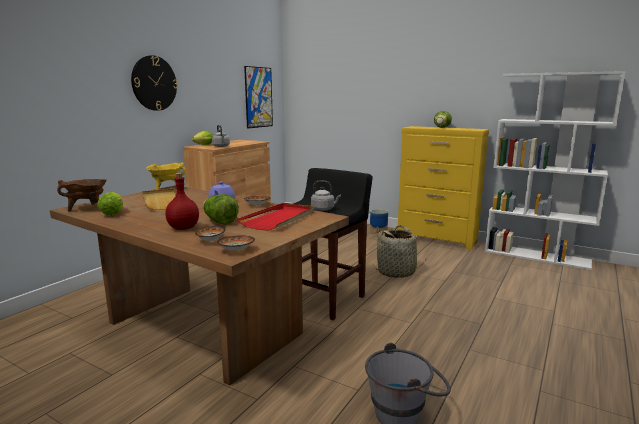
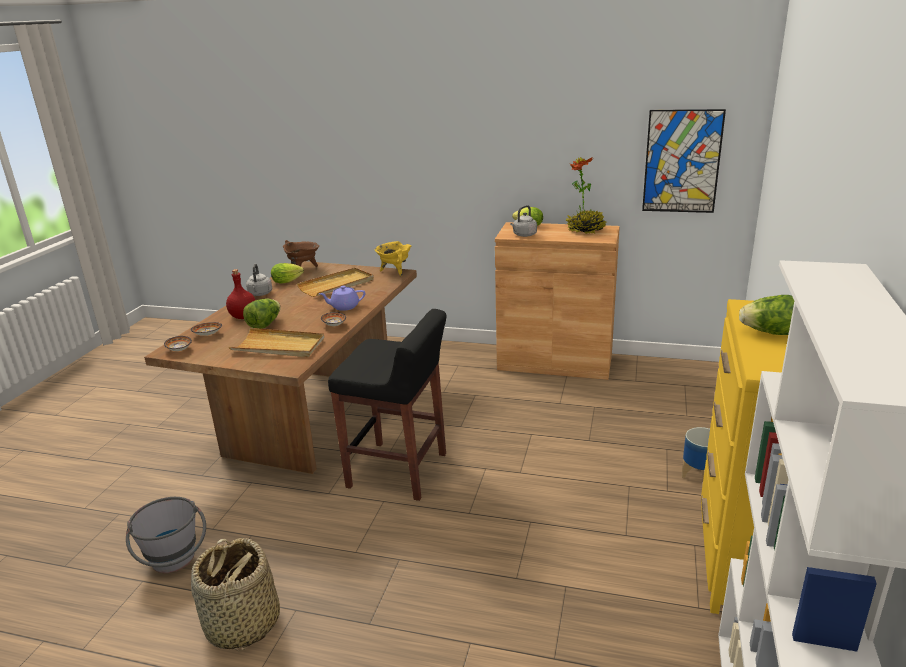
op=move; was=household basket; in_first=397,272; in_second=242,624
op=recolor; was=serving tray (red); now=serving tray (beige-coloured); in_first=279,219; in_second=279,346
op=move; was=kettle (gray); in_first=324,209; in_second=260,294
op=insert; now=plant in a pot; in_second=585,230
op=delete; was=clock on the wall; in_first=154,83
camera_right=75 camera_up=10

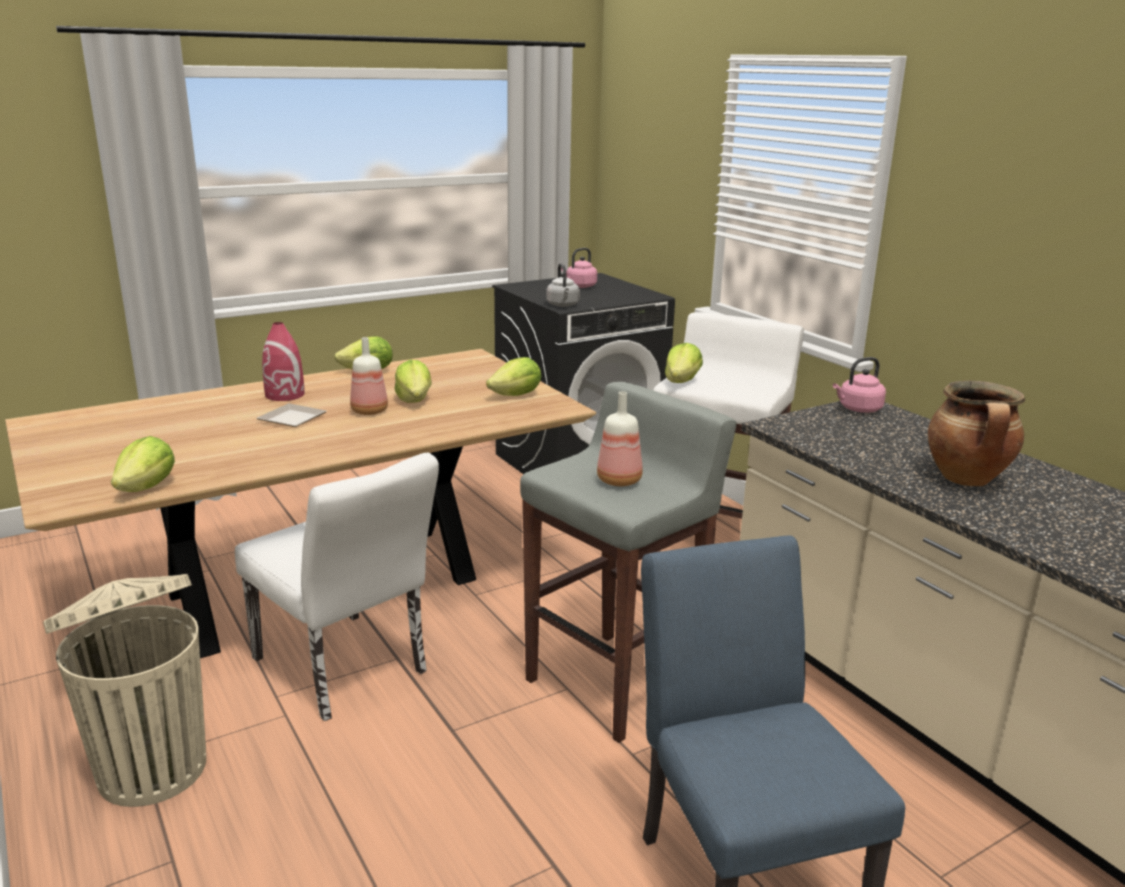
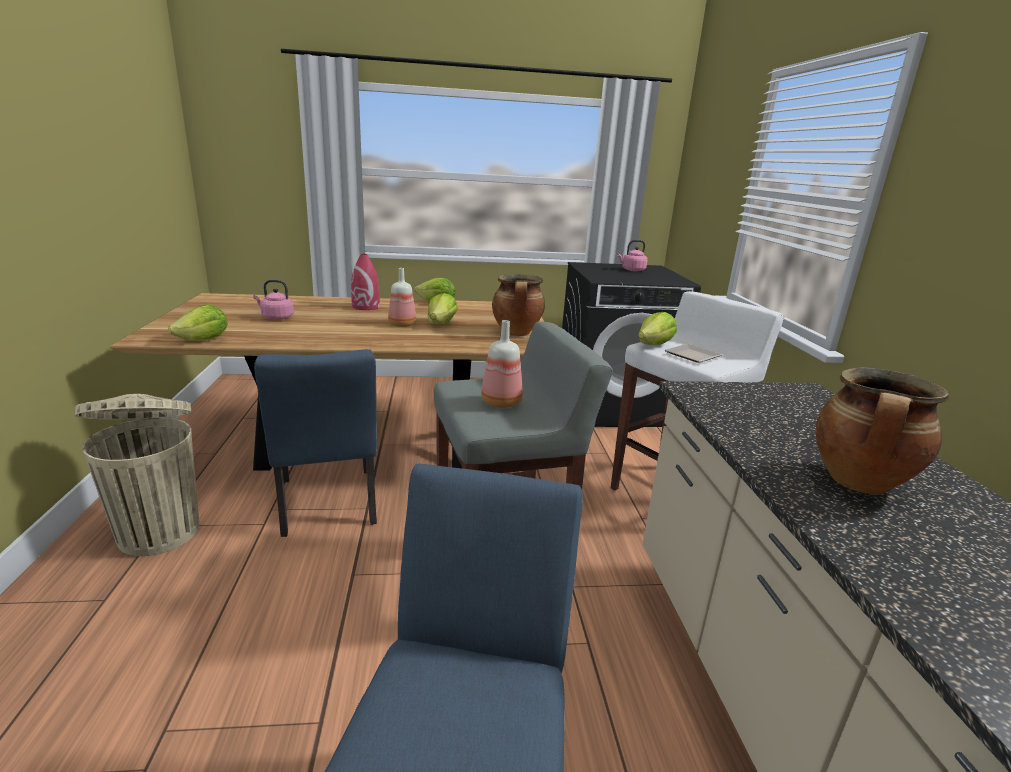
op=move; was=kettle (pink-coloured); in_first=858,409; in_second=276,317
op=recolor; was=upright chair (white-coloured); now=upright chair (blue-coloured); in_first=347,671; in_second=328,507
op=replace; was=lettuce; now=saucepot; in_first=516,395; in_second=517,333
op=move; was=flat dish; in_first=295,418; in_second=694,356
op=delete; was=kettle (gray); in_first=563,305
camera_right=25 camera_up=0

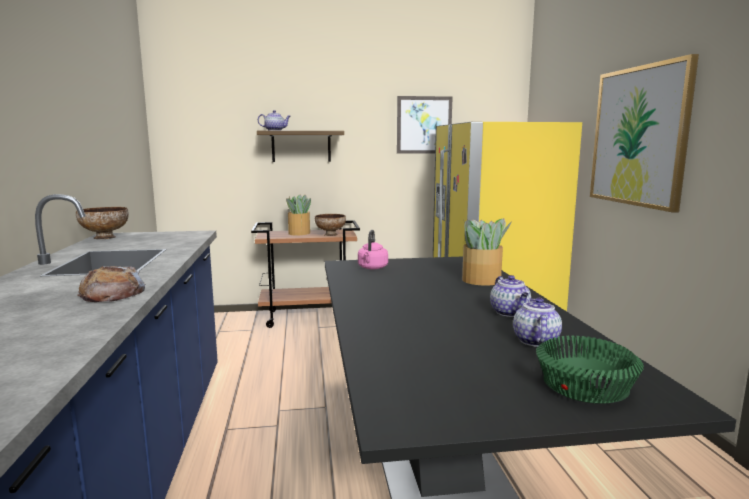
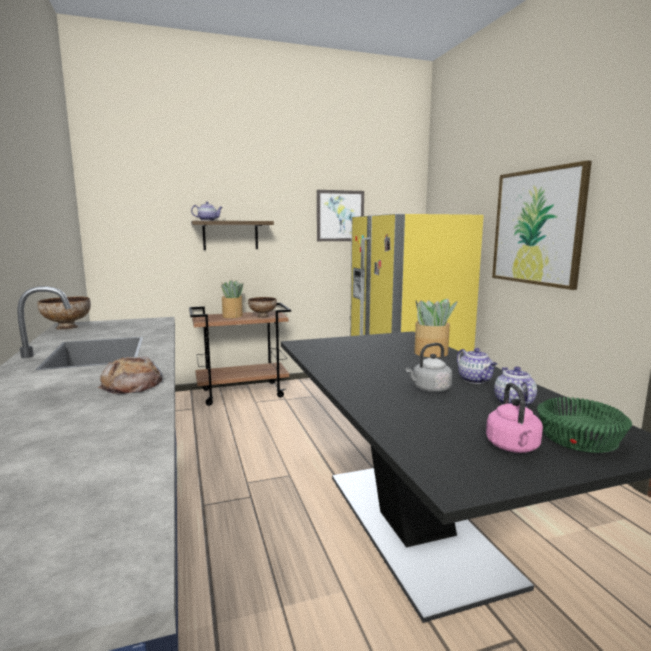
op=insert; now=kettle (gray); in_second=429,389
op=move; was=kettle (pink-coloured); in_first=372,268; in_second=513,447
camera_right=-10 camera_up=0

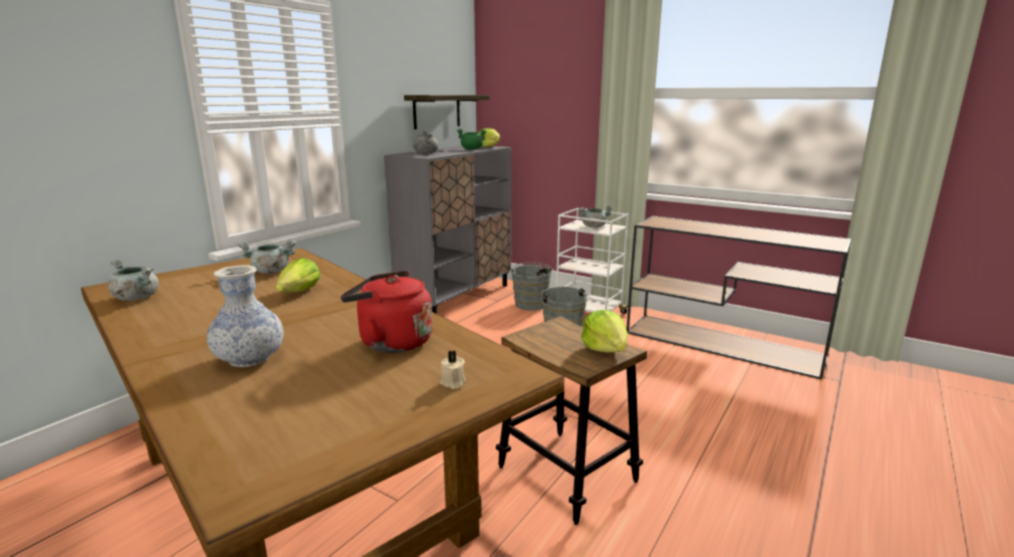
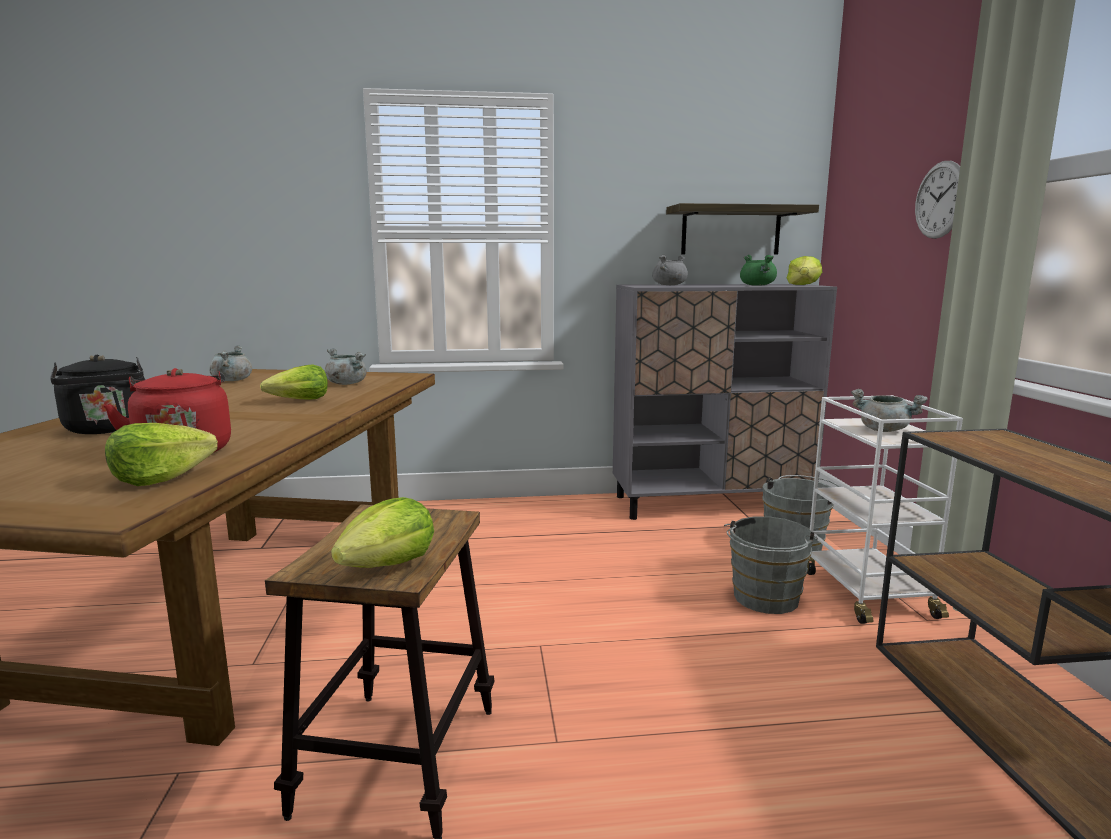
op=replace; was=decorative vase; now=kettle (blackish); in_first=249,359; in_second=109,429
op=insert; now=lettuce; in_second=160,478
op=insert; now=clock on the wall; in_second=940,200
op=delete; was=candle (beige-coloured); in_first=453,383
camera_right=50 camera_up=-5

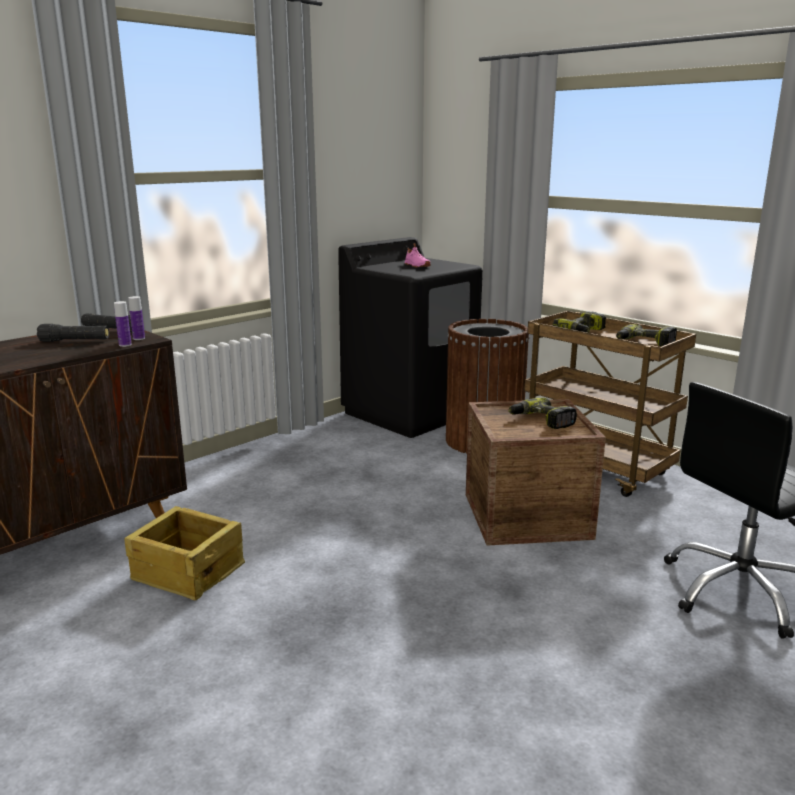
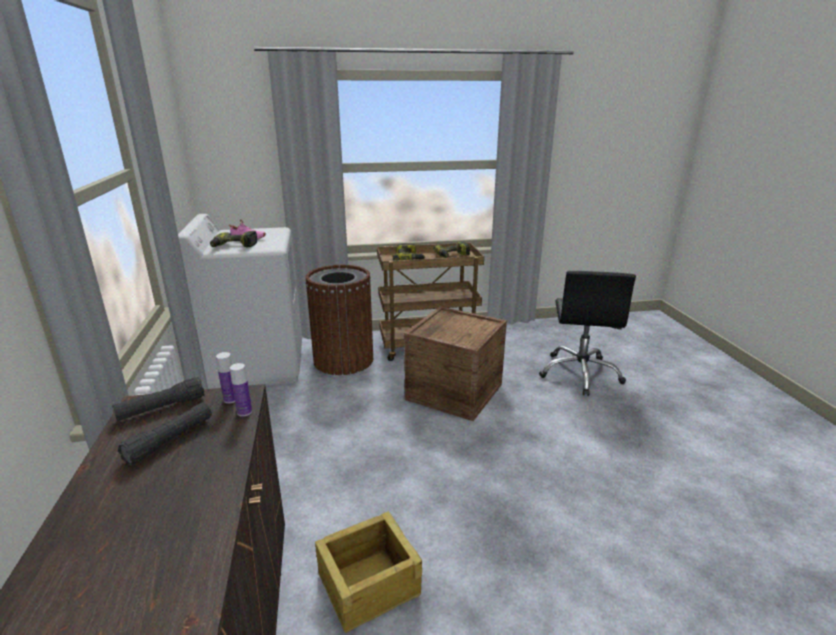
op=recolor; was=laundry appliance (blackish); now=laundry appliance (white-coloured); in_first=410,413; in_second=257,365
op=move; was=power drill; in_first=541,421; in_second=234,246
camera_right=-55 camera_up=5

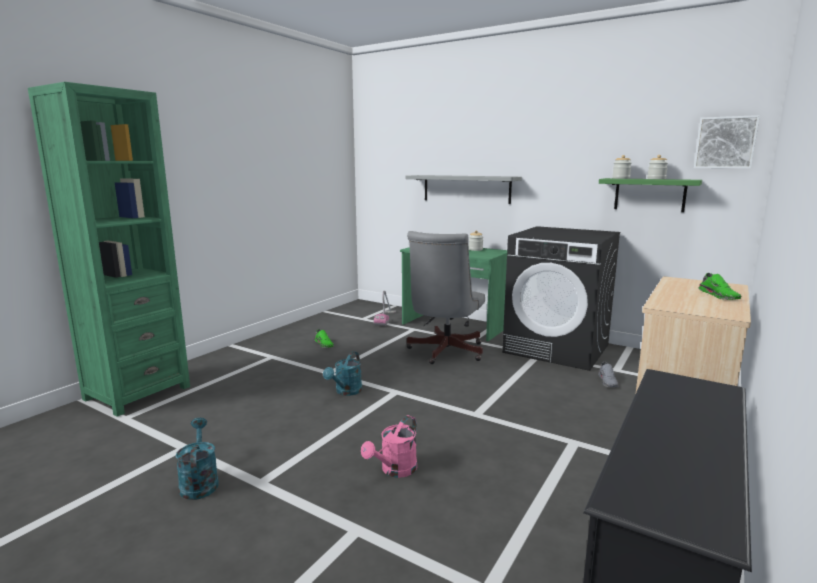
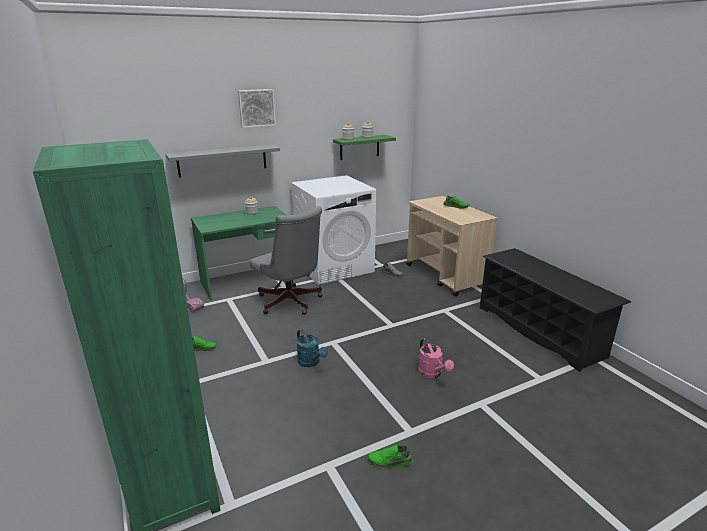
op=move; was=wall picture; in_first=725,142; in_second=256,108
op=recolor; was=laundry appliance (blackish); now=laundry appliance (white-coloured); in_first=557,349; in_second=334,267
op=replace; was=sprinkling can (turquoise-coloured); now=item of footwear (green-coloured); in_first=199,482; in_second=390,462
camera_right=-60 camera_up=10

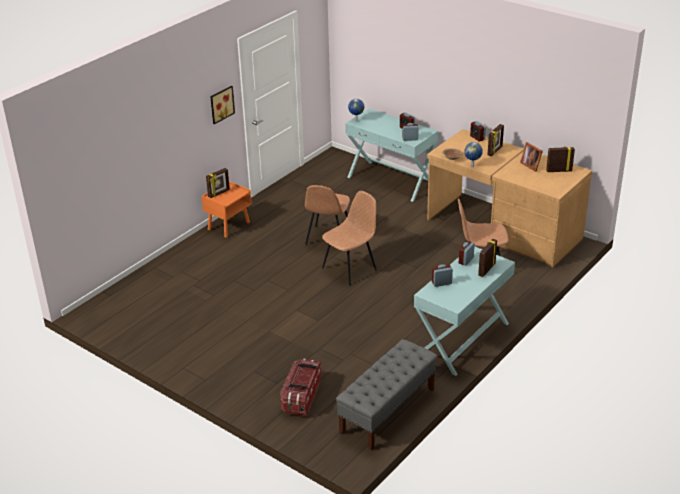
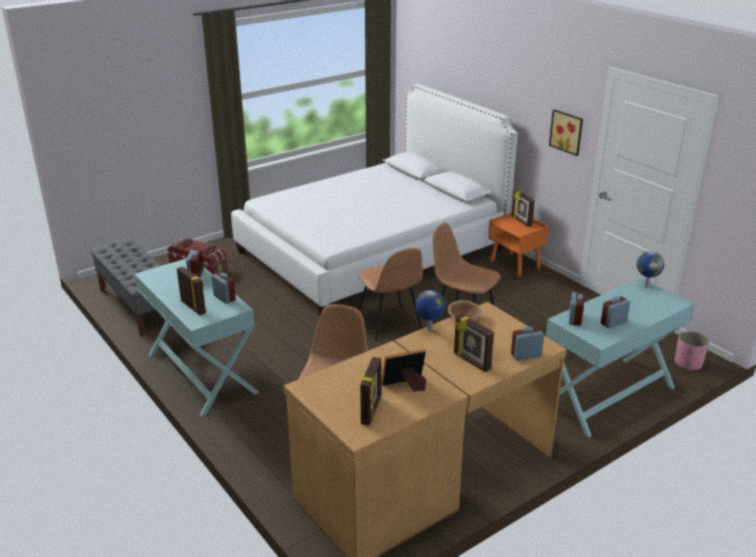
op=insert; now=bedroom bed (white-coloured); in_second=372,251
op=insert; now=planter (pink-coloured); in_second=688,363
camera_right=105 camera_up=-5

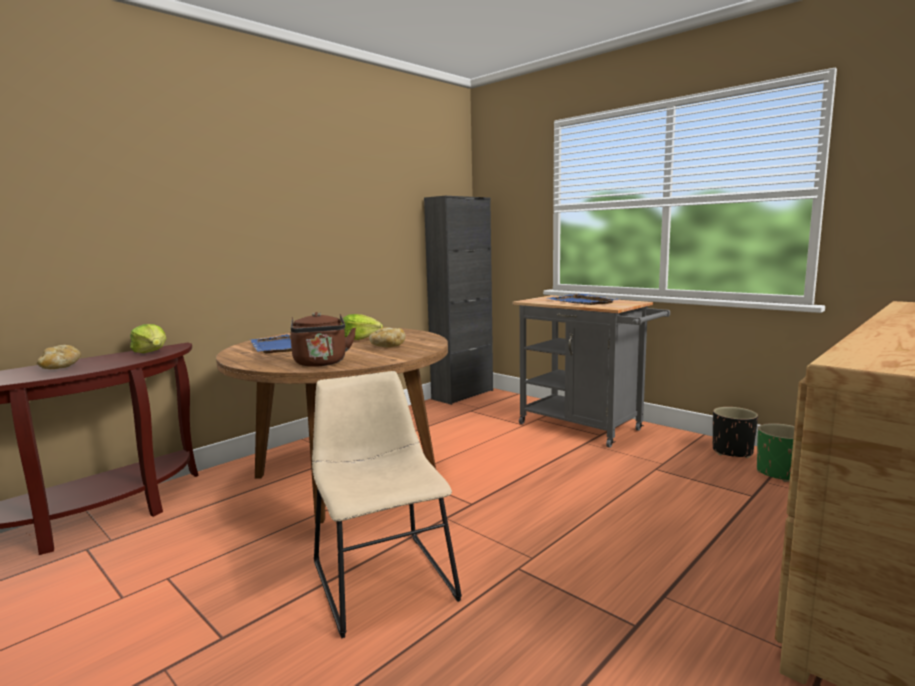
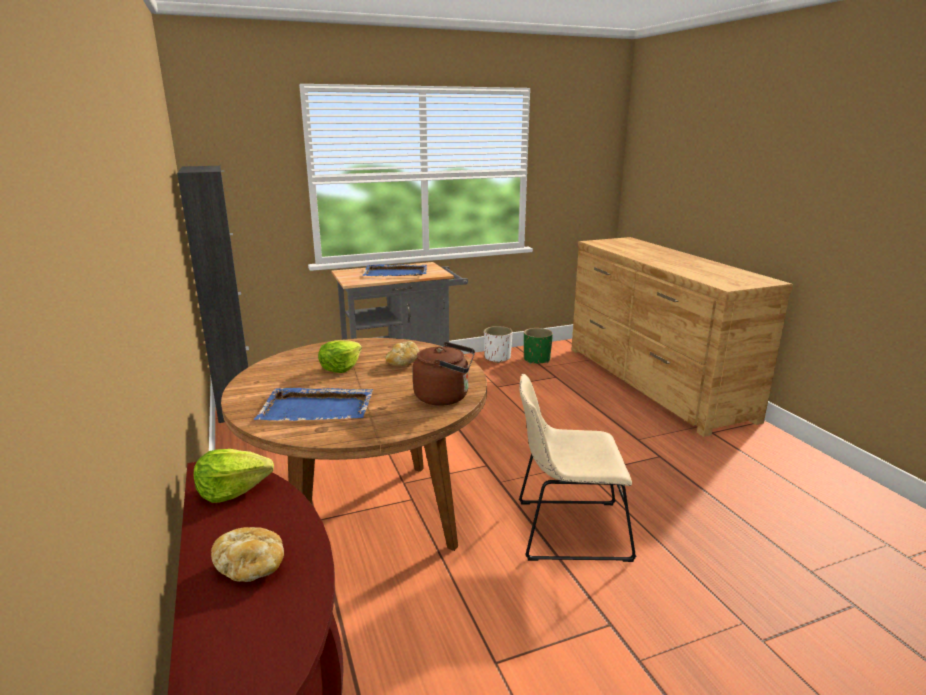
op=recolor; was=planter (blackish); now=planter (white-coloured); in_first=732,451; in_second=497,358
camera_right=-65 camera_up=10

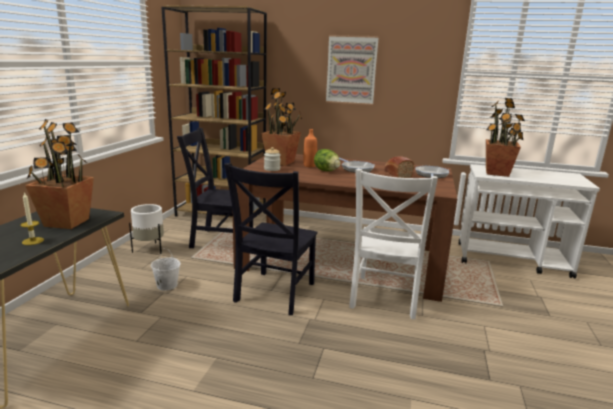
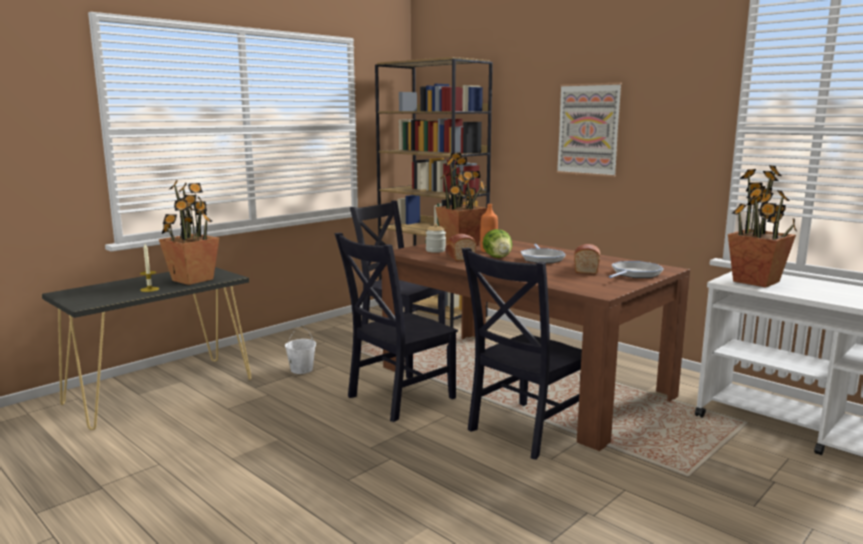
op=insert; now=bakery bread; in_second=459,256
op=recolor; was=upright chair (white-coloured); now=upright chair (blackish); in_first=384,298; in_second=524,430
op=delete; was=planter (white-coloured); in_first=150,249
camera_right=30 camera_up=-5

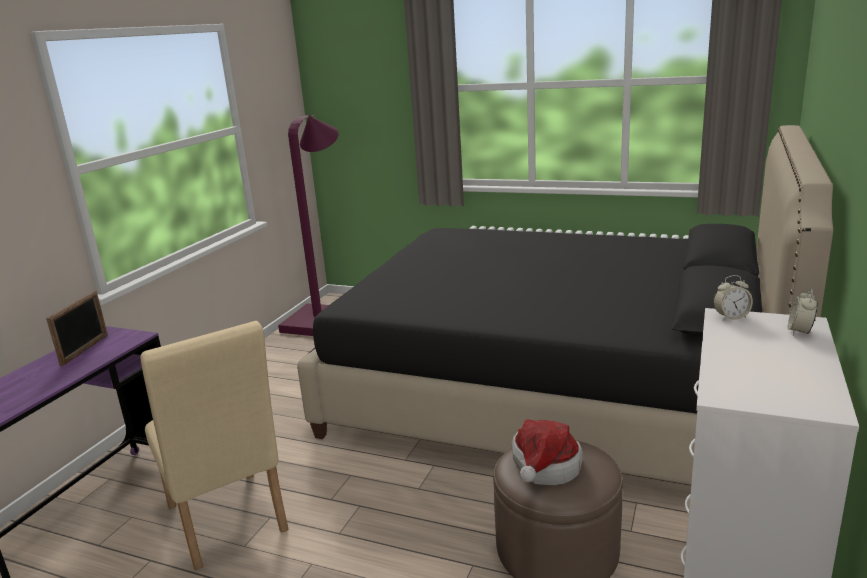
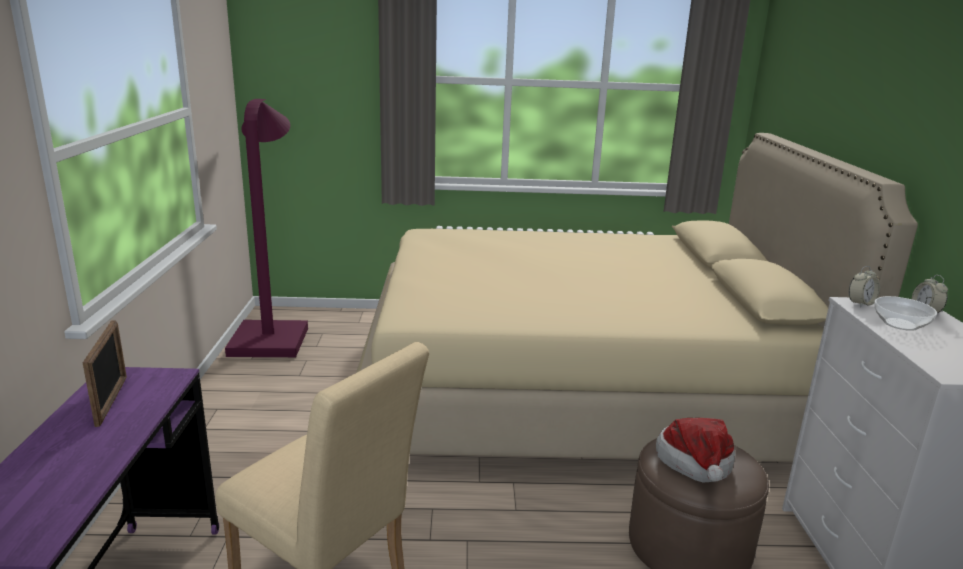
op=recolor; was=bedroom bed (blackish); now=bedroom bed (beige-coloured); in_first=556,392; in_second=577,391
op=insert; now=serving bowl; in_second=901,325
camera_right=-25 camera_up=0

